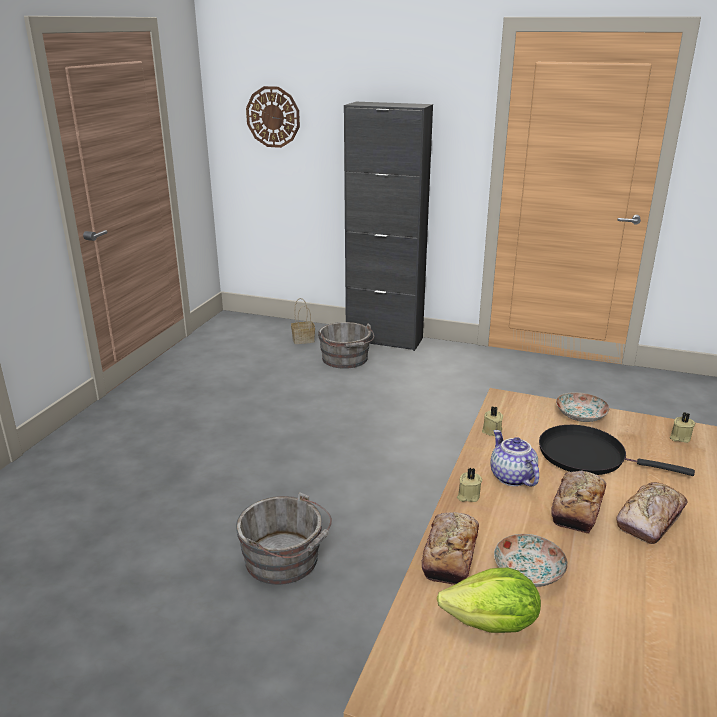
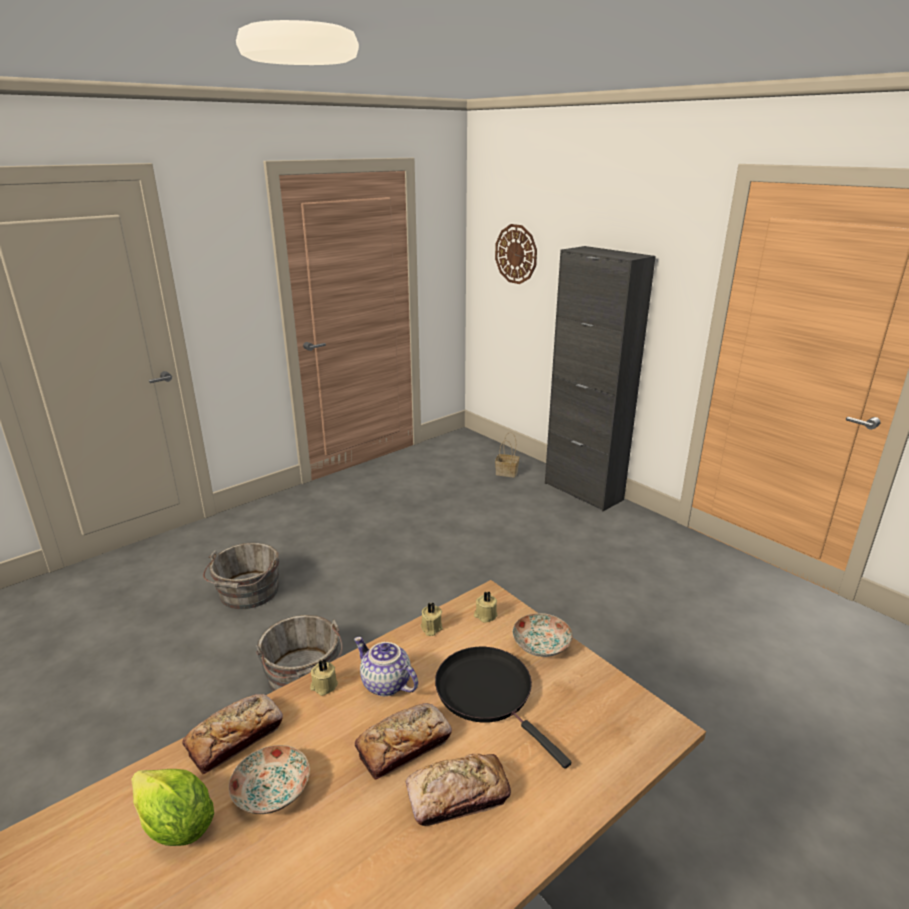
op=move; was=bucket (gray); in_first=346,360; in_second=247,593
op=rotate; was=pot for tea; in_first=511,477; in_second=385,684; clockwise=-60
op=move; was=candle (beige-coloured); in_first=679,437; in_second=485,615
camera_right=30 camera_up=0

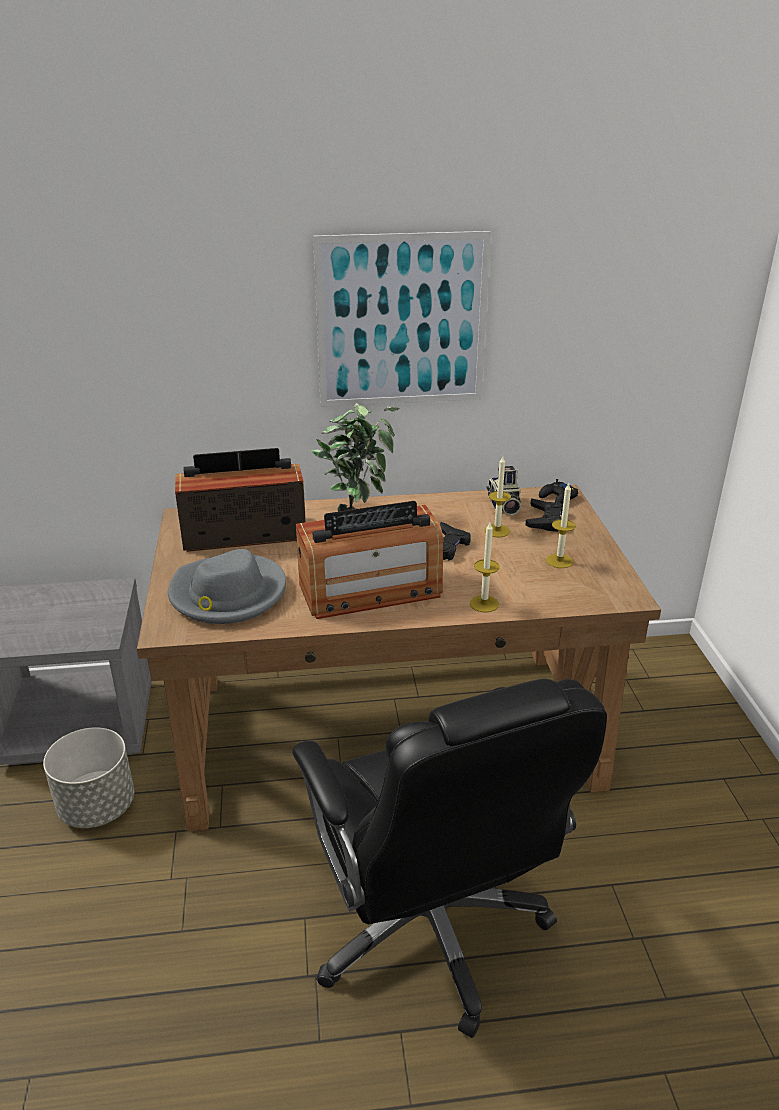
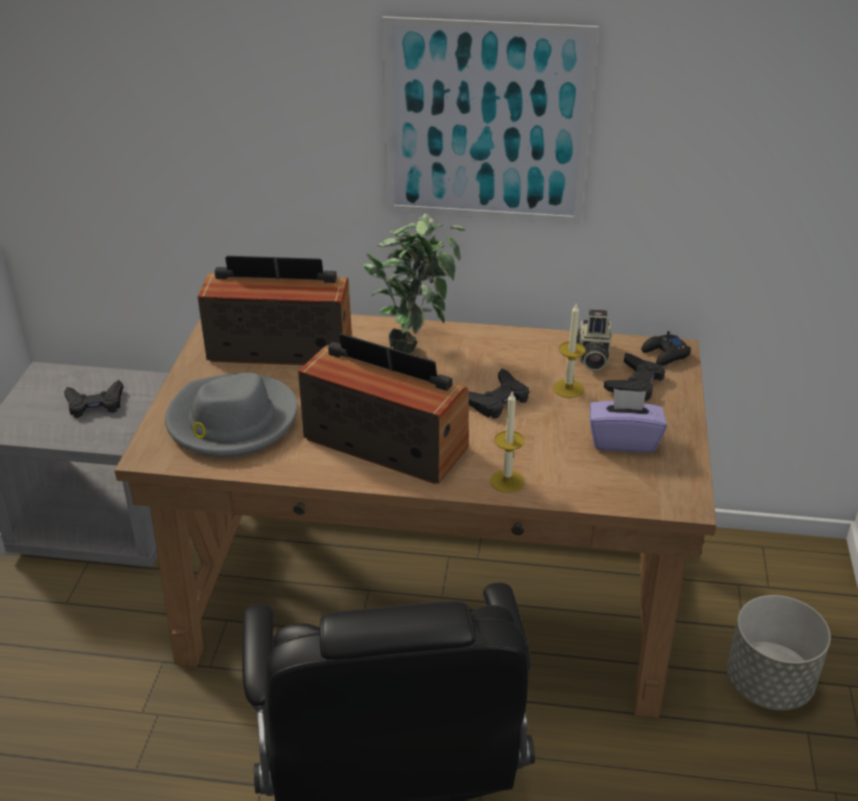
op=insert; now=joypad (blackish); in_second=95,404
op=rotate; was=radio; in_first=370,591; in_second=386,443; clockwise=-150
op=replace; was=candle; now=tissue box (purple-coloured); in_first=559,561; in_second=623,440
op=move; was=planter (gray); in_first=97,806; in_second=768,683
camera_right=15 camera_up=5

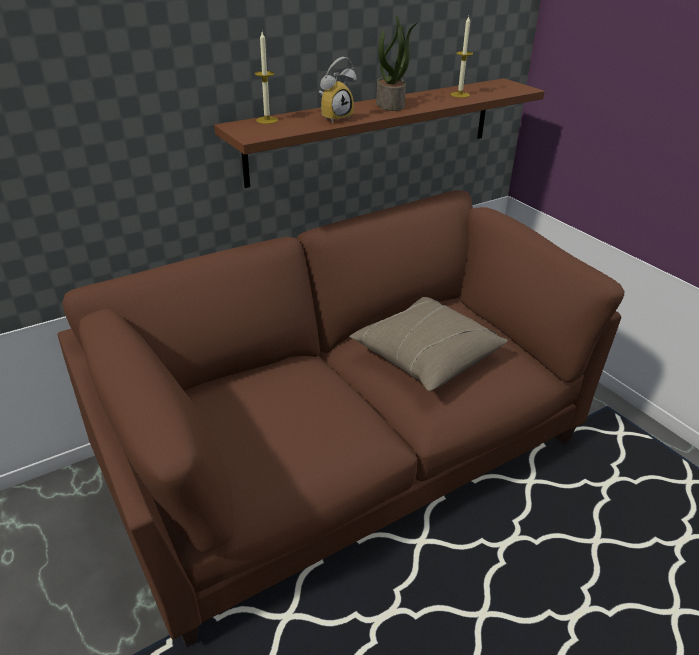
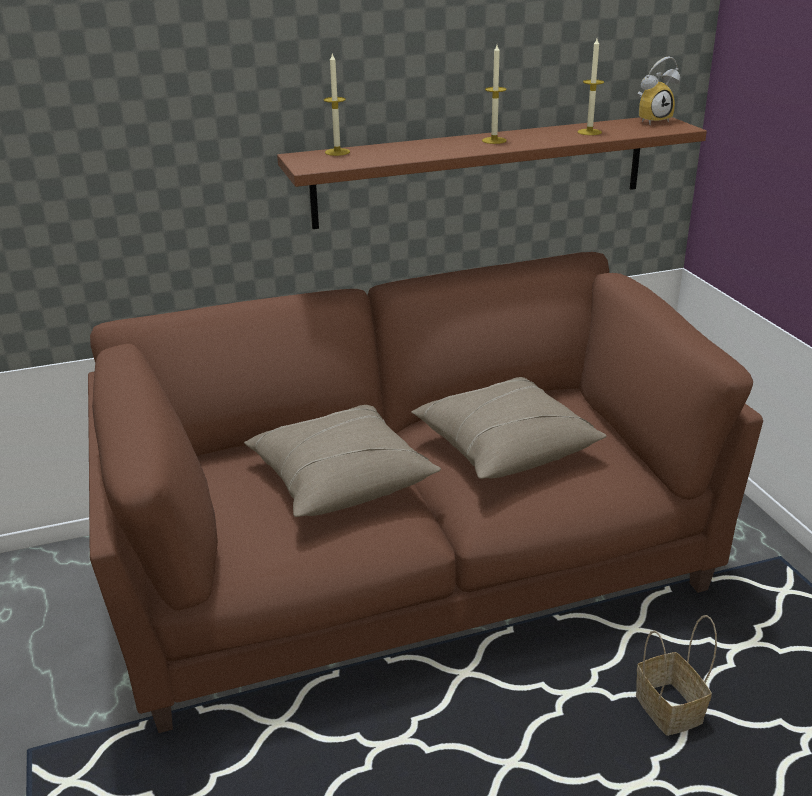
op=insert; now=throw pillow (beige-coloured); in_second=340,480
op=replace; was=plant in a pot; now=candle; in_first=391,105; in_second=494,140
op=insert; now=household basket; in_second=670,712
op=move; was=table clock; in_first=335,118; in_second=652,121
camera_right=15 camera_up=-5

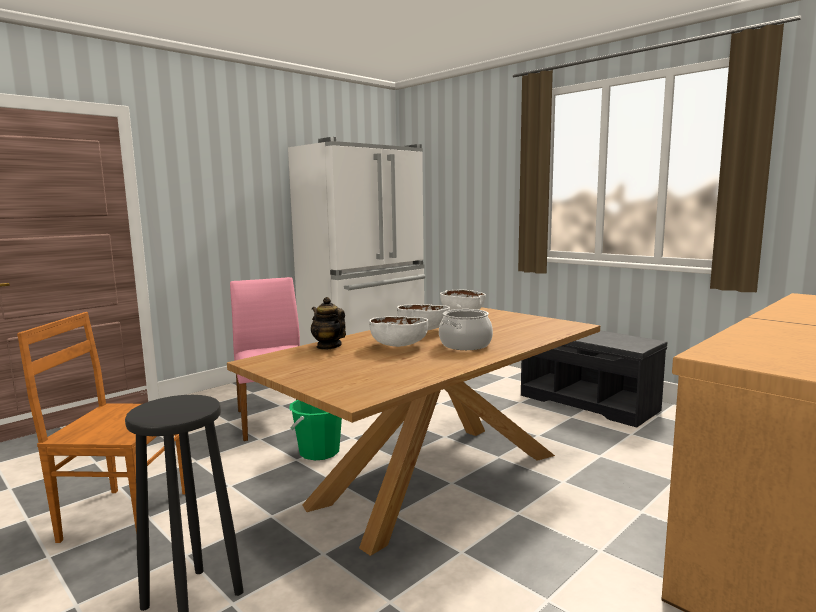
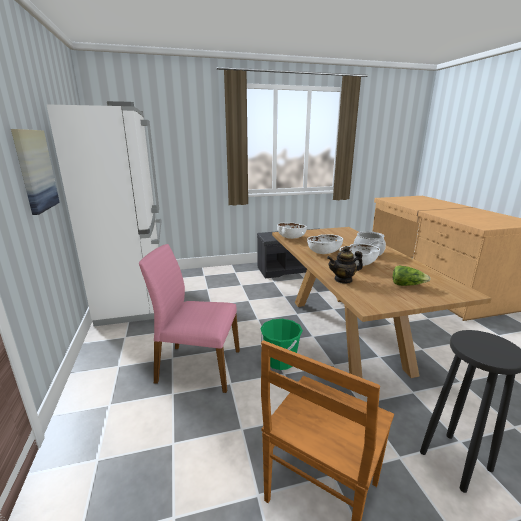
op=insert; now=wall picture; in_second=35,170
op=insert; now=lettuce; in_second=407,285
camera_right=-60 camera_up=10

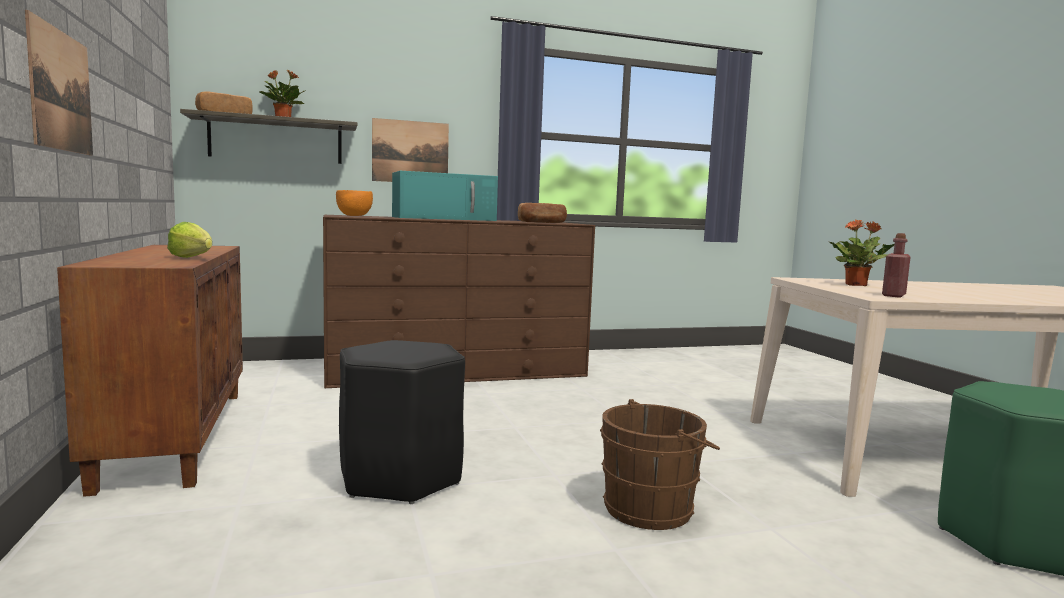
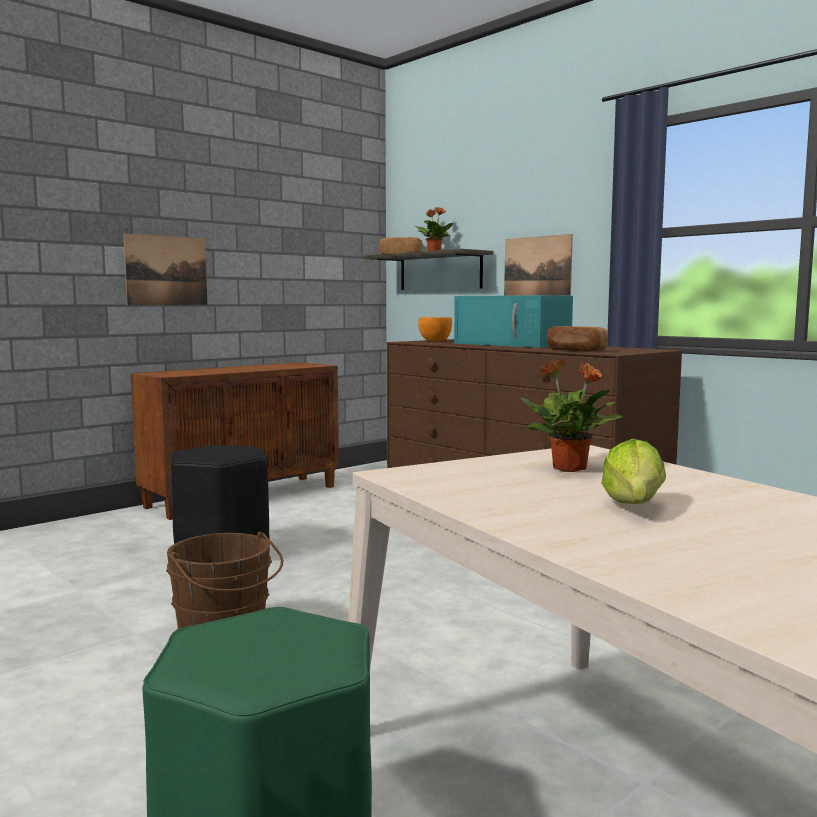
op=move; was=lettuce; in_first=194,259; in_second=632,509
op=delete; was=beverage bottle (red); in_first=893,295
camera_right=65 camera_up=0

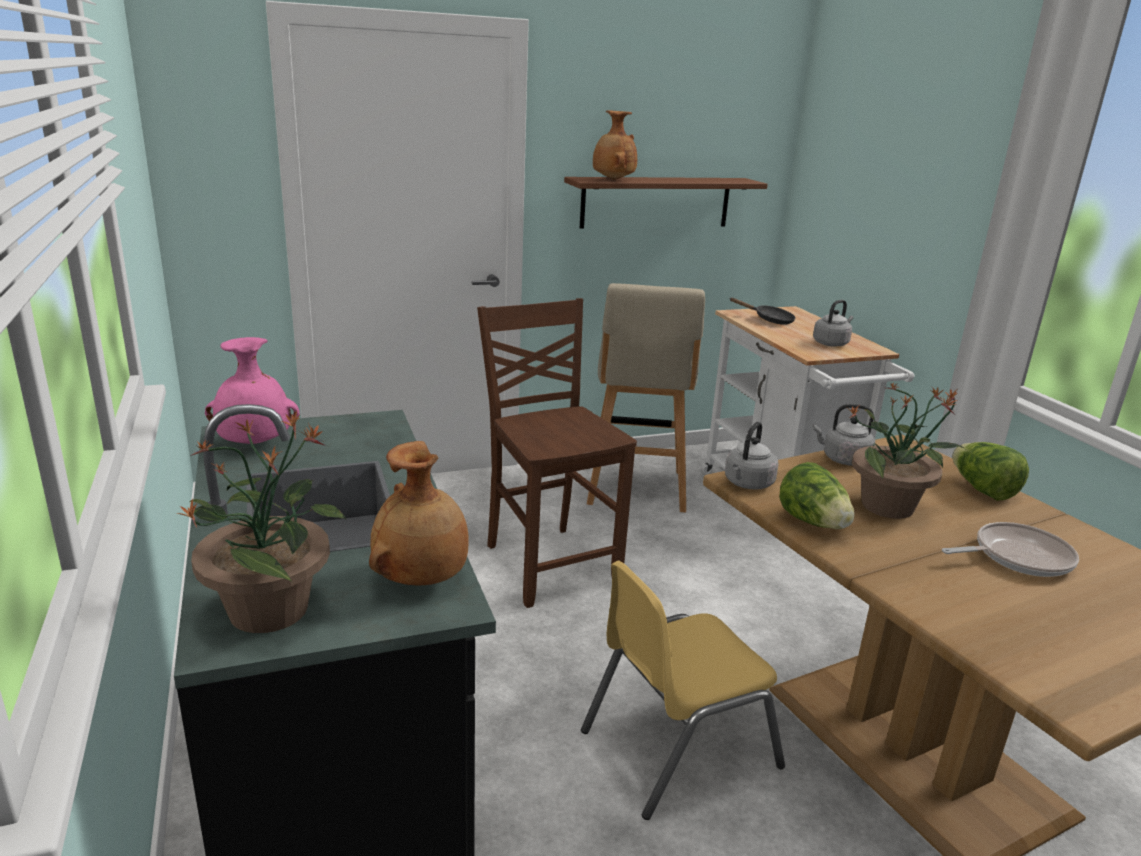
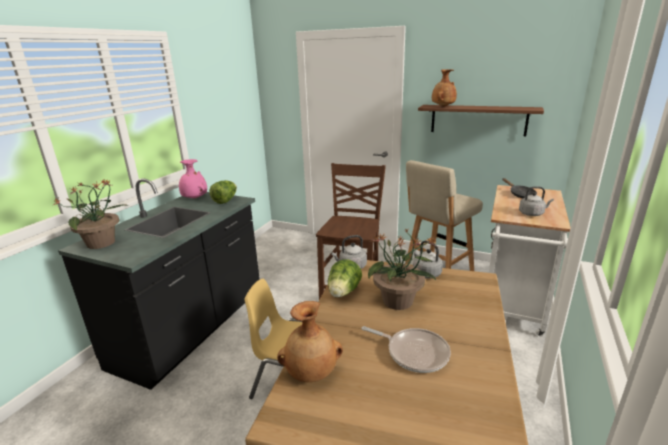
op=move; was=lettuce; in_first=982,490; in_second=225,200
op=move; was=decorative vase (brown); in_first=422,579; in_second=311,373
camera_right=45 camera_up=0

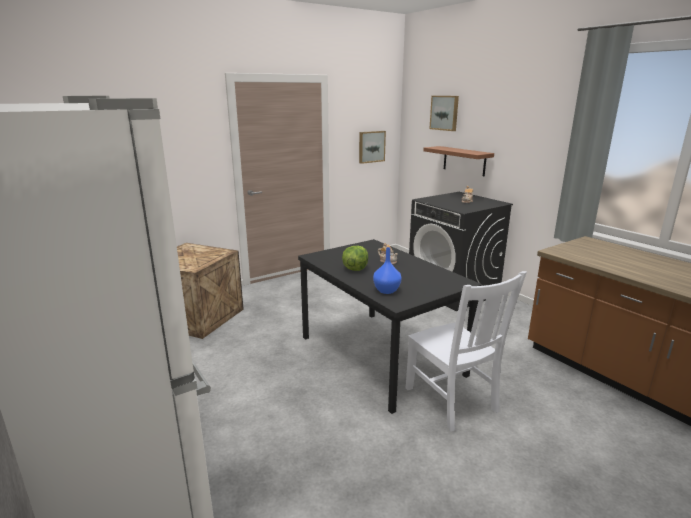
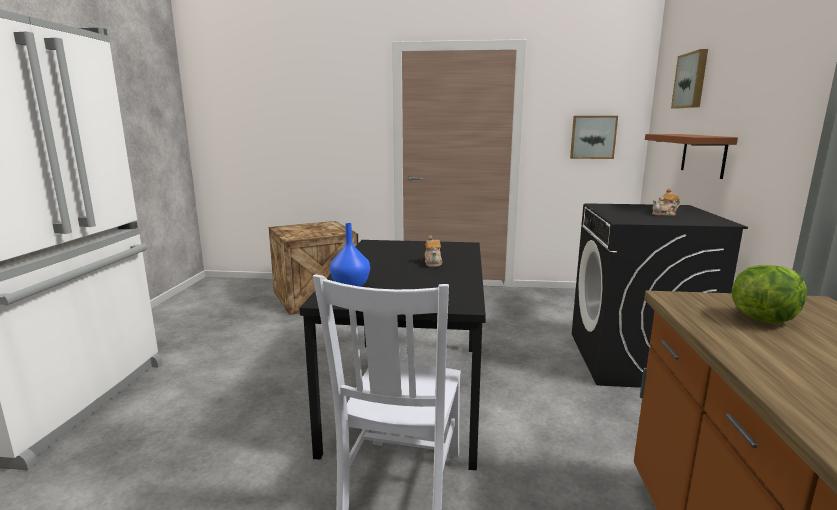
op=move; was=lettuce; in_first=355,269; in_second=762,318
camera_right=40 camera_up=-5

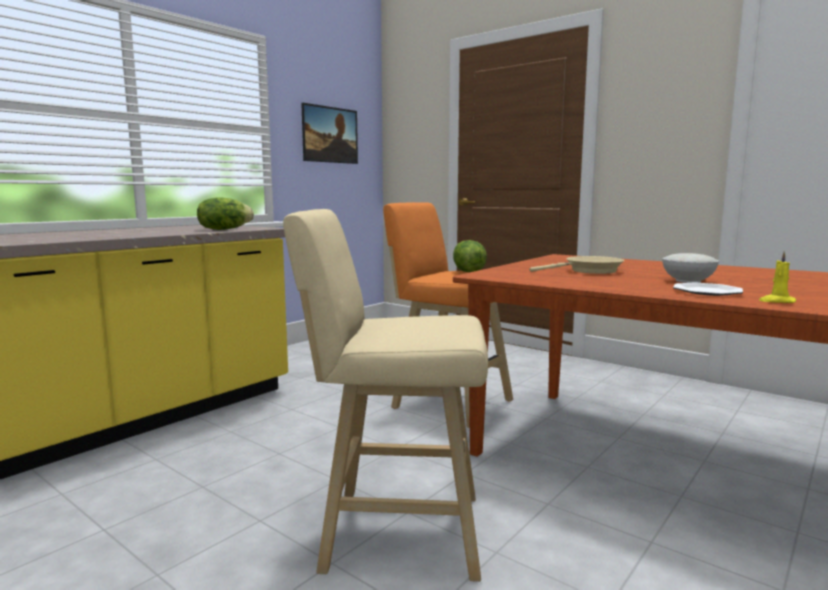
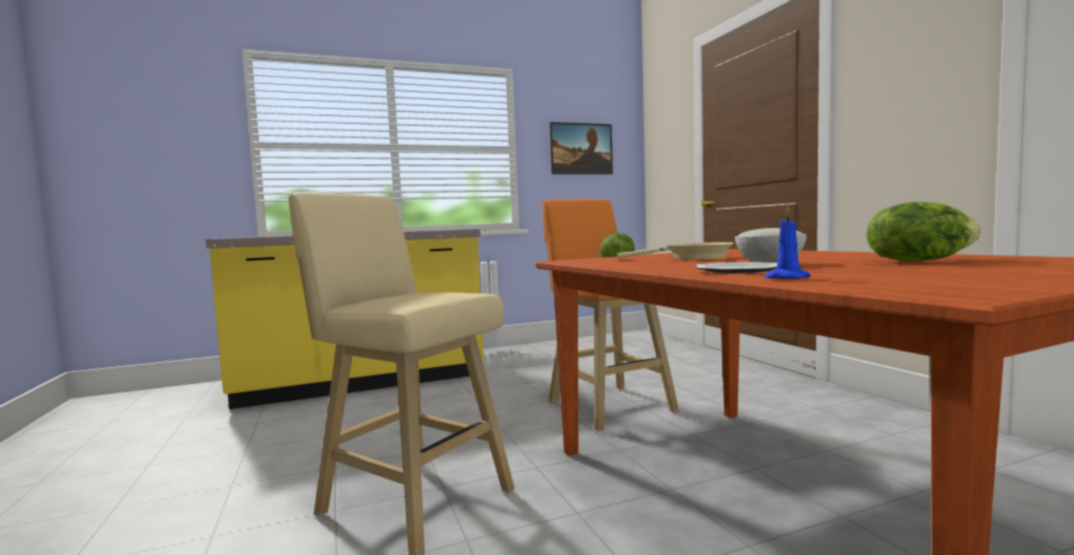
op=recolor; was=candle (yellow); now=candle (blue-coloured); in_first=776,301; in_second=785,278
op=move; was=lettuce; in_first=224,229; in_second=918,261
camera_right=30 camera_up=-5

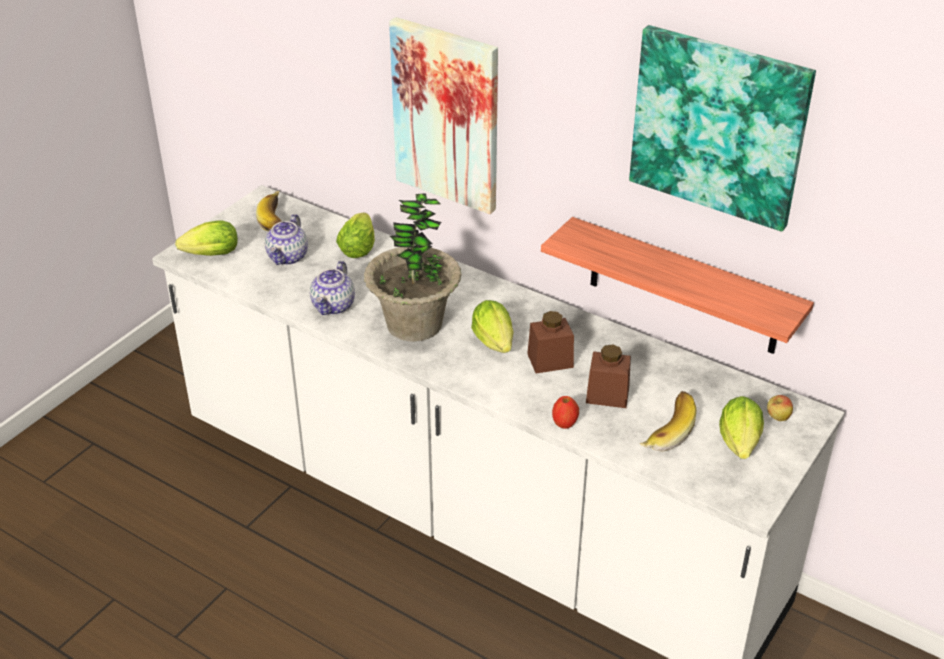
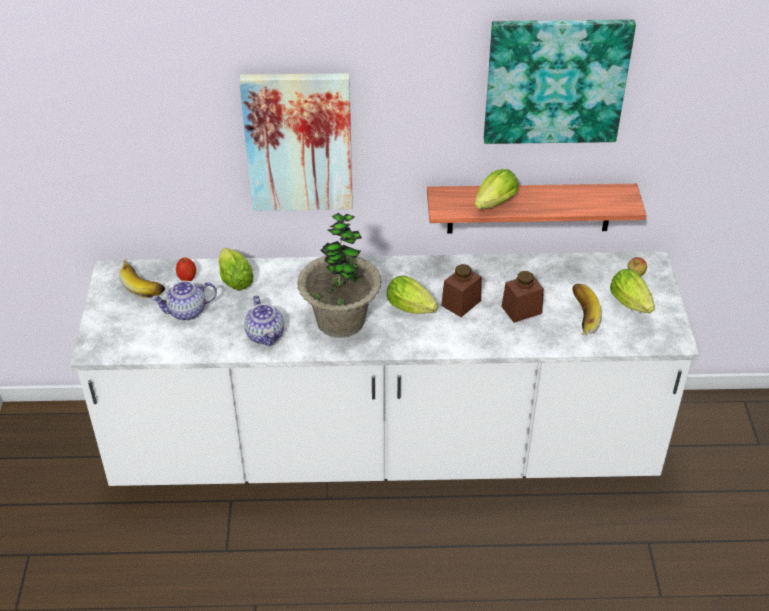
op=rotate; was=pot for tea; in_first=288,257; in_second=186,312; clockwise=90
op=move; was=whole apple; in_first=564,423; in_second=187,278
op=move; was=lettuce; in_first=208,255; in_second=493,205
camera_right=-35 camera_up=5

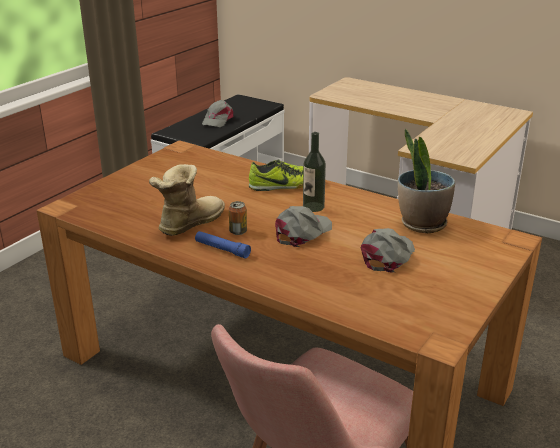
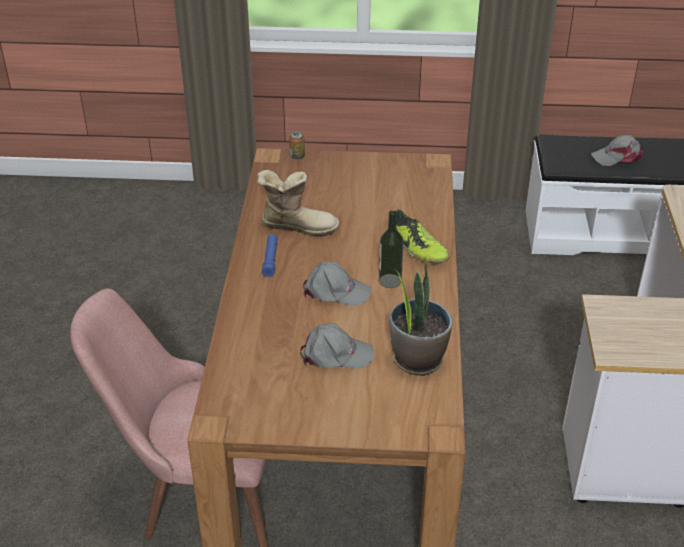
op=move; was=metal can; in_first=238,231; in_second=297,157
camera_right=60 camera_up=10

